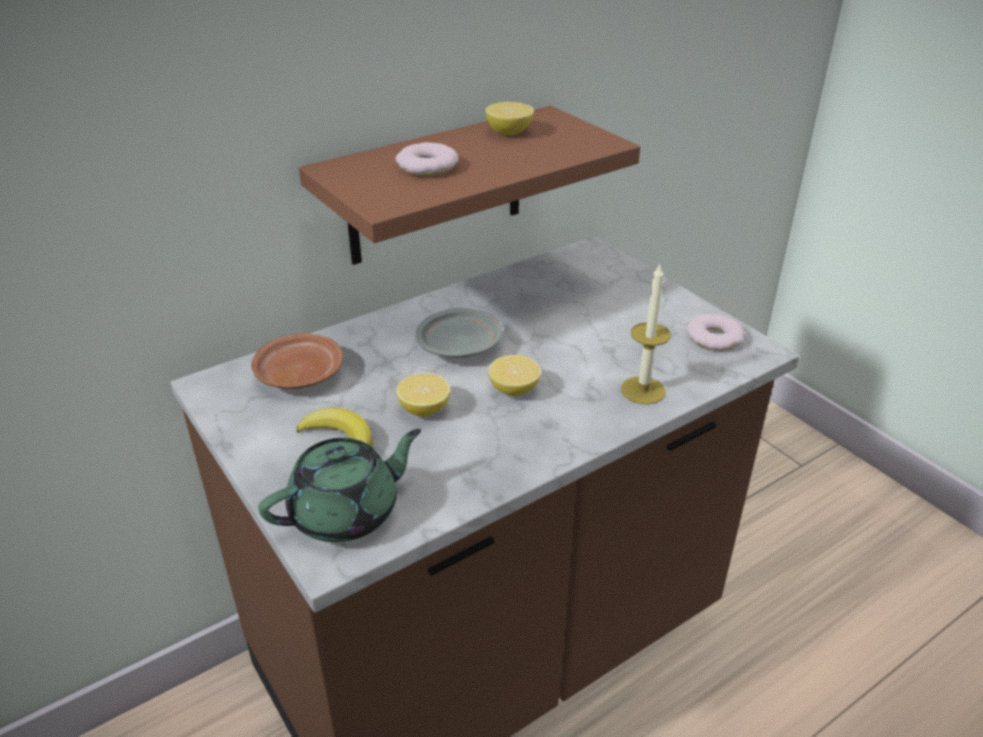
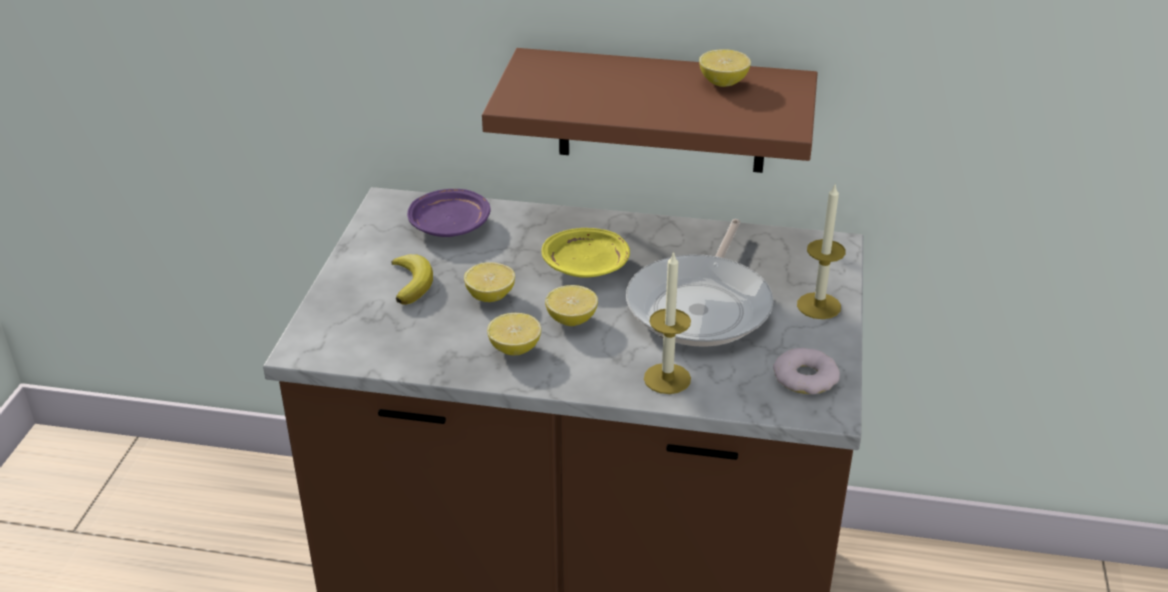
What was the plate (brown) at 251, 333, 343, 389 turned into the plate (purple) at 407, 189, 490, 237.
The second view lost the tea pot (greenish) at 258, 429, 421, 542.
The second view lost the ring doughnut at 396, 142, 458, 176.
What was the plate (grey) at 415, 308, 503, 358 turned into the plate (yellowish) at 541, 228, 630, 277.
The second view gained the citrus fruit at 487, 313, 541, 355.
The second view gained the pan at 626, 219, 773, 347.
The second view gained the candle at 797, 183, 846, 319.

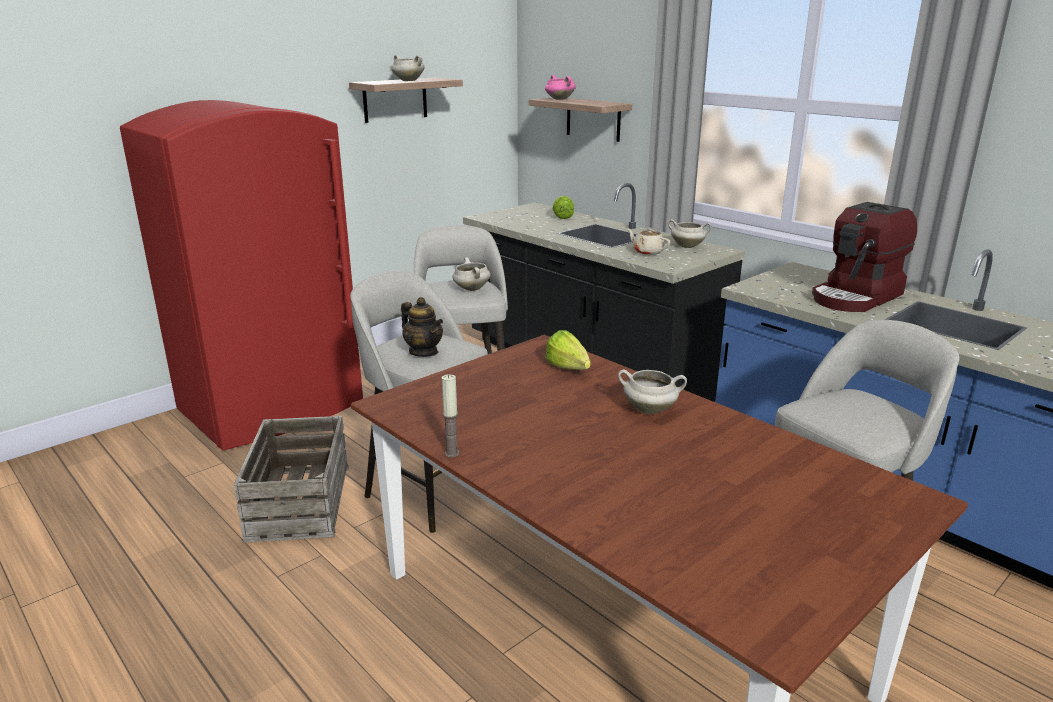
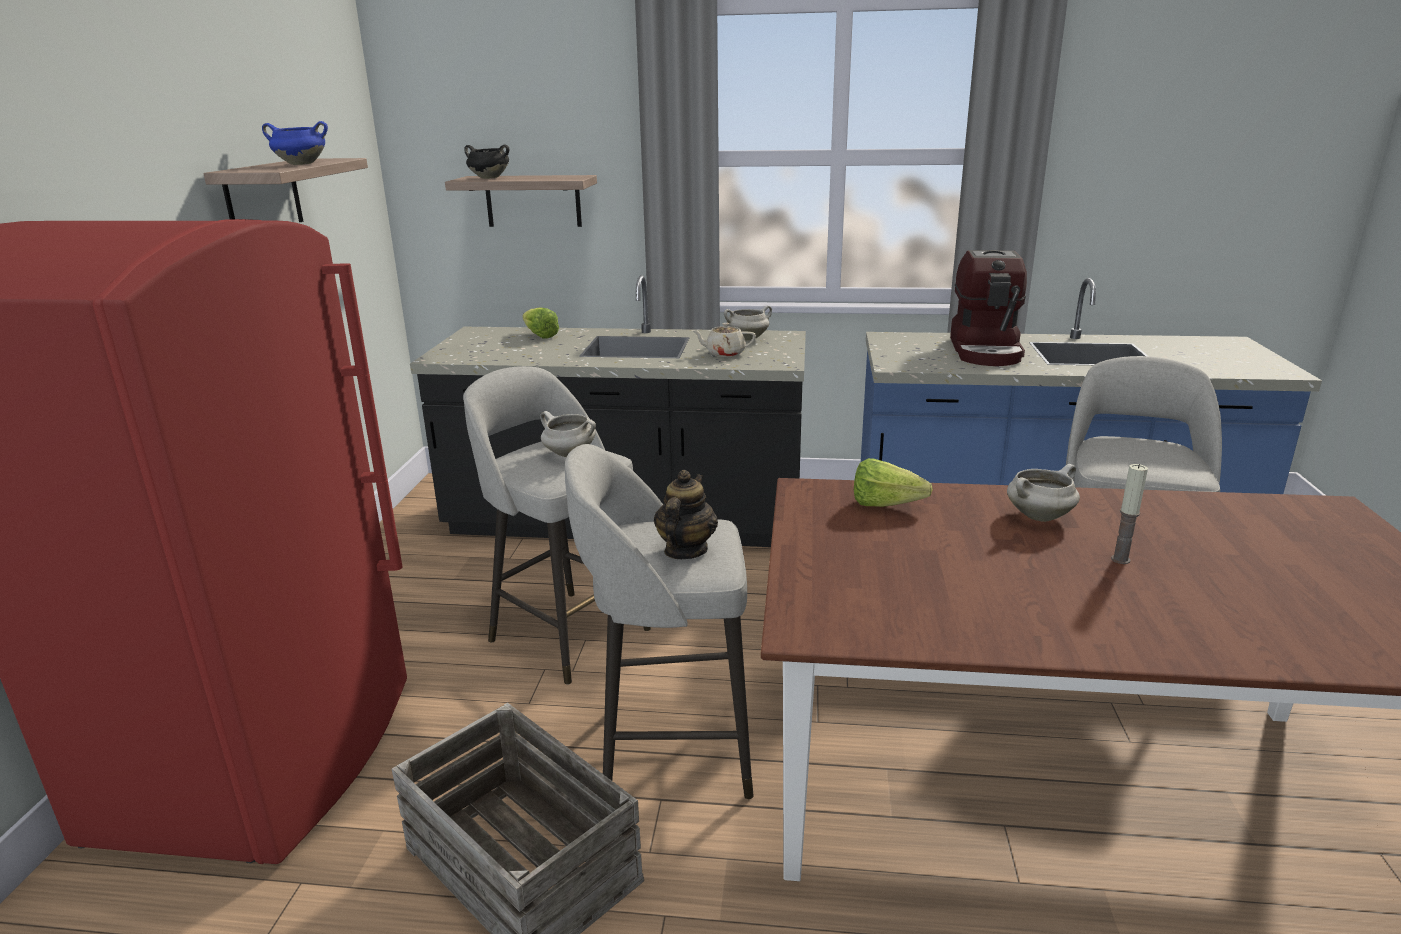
What was the cooking pot (white-coloured) at 391, 55, 424, 81 turned into the cooking pot (blue) at 262, 121, 328, 165.
The tea pot at 401, 297, 443, 357 ended up facing another way, 75 degrees counterclockwise from before.
The candle ended up elsewhere, having gone from 442, 374, 459, 457 to 1111, 464, 1148, 564.
What was the cooking pot (pink-coloured) at 545, 75, 576, 100 turned into the cooking pot (black) at 464, 145, 510, 179.

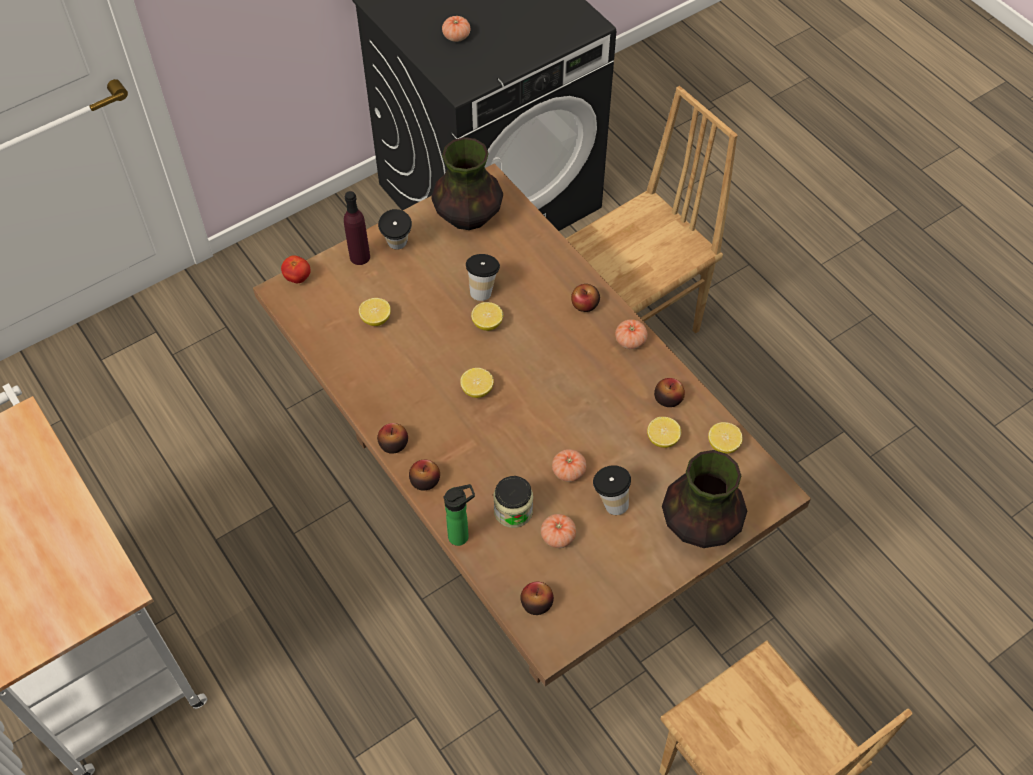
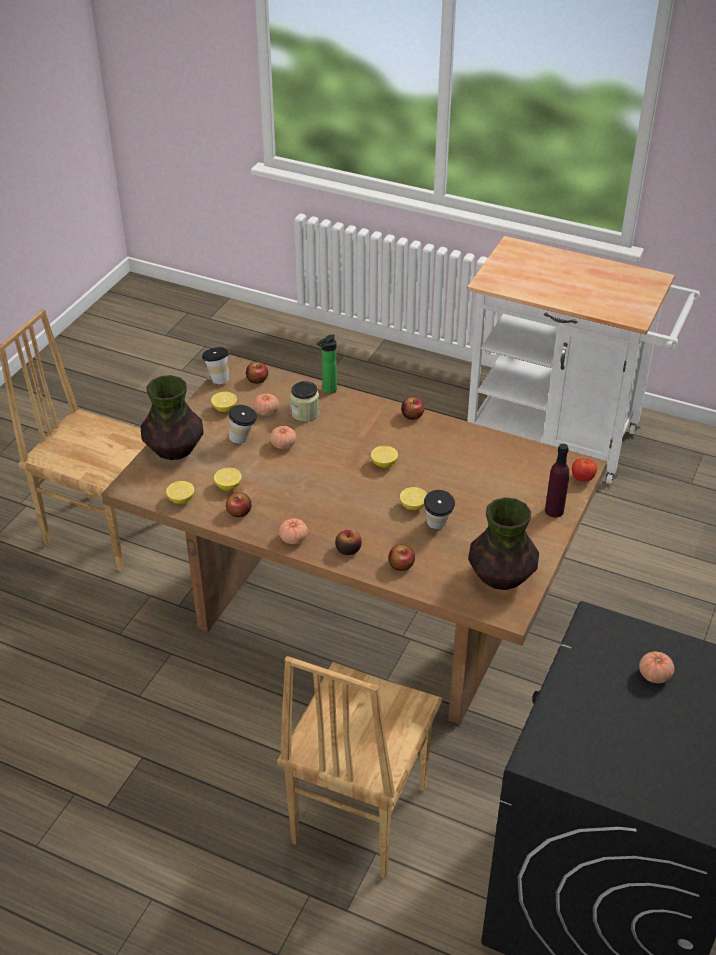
The citrus fruit ended up elsewhere, having gone from 359, 298, 391, 326 to 211, 392, 237, 412.
The small cup ended up elsewhere, having gone from 378, 209, 412, 250 to 202, 347, 229, 384.
The apple fruit ended up elsewhere, having gone from 409, 460, 440, 491 to 388, 545, 415, 571.

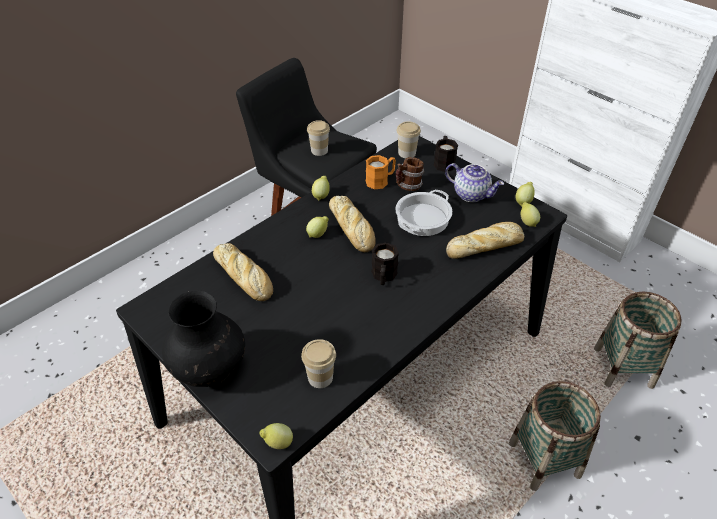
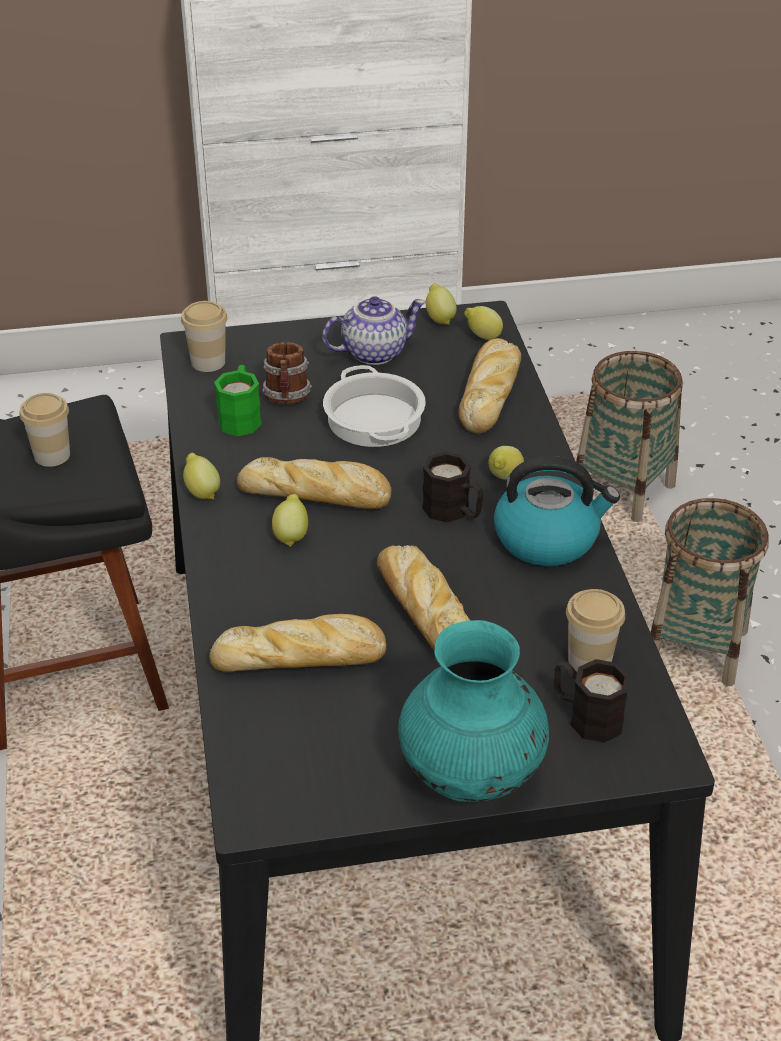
What was the flower vase (black) at 162, 290, 245, 387 turned into the flower vase (blue-green) at 398, 620, 549, 802.
The citrus fruit ended up elsewhere, having gone from 259, 423, 293, 449 to 488, 446, 524, 480.
What was the tea mug (orangey) at 366, 155, 396, 189 turned into the tea mug (greenish) at 214, 365, 262, 436.
The tea mug (black) ended up elsewhere, having gone from 434, 136, 458, 172 to 554, 659, 630, 743.
The second view gained the bread at 377, 545, 470, 651.
The second view gained the kettle at 494, 456, 620, 566.

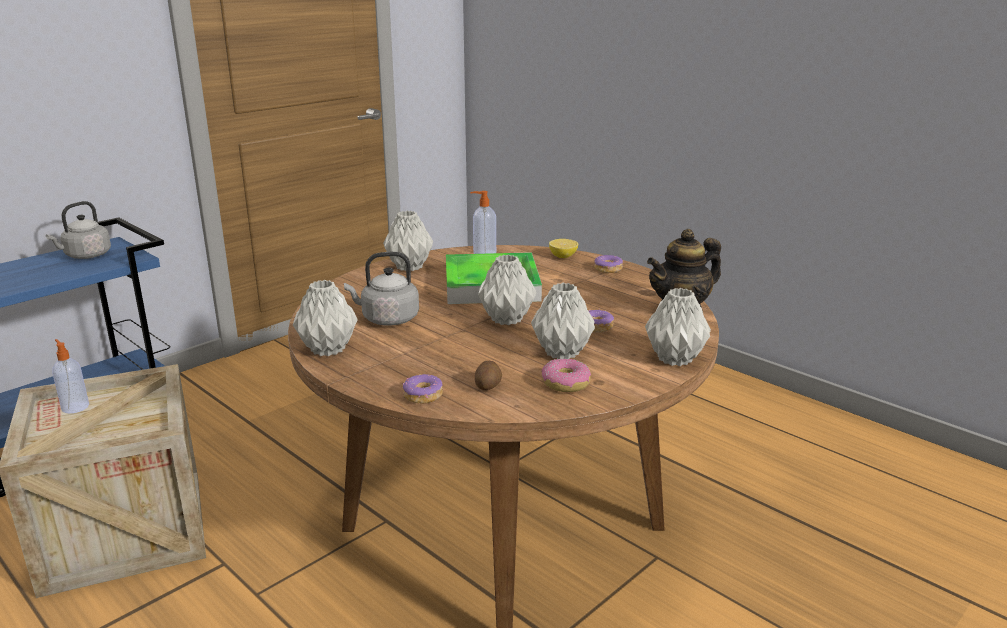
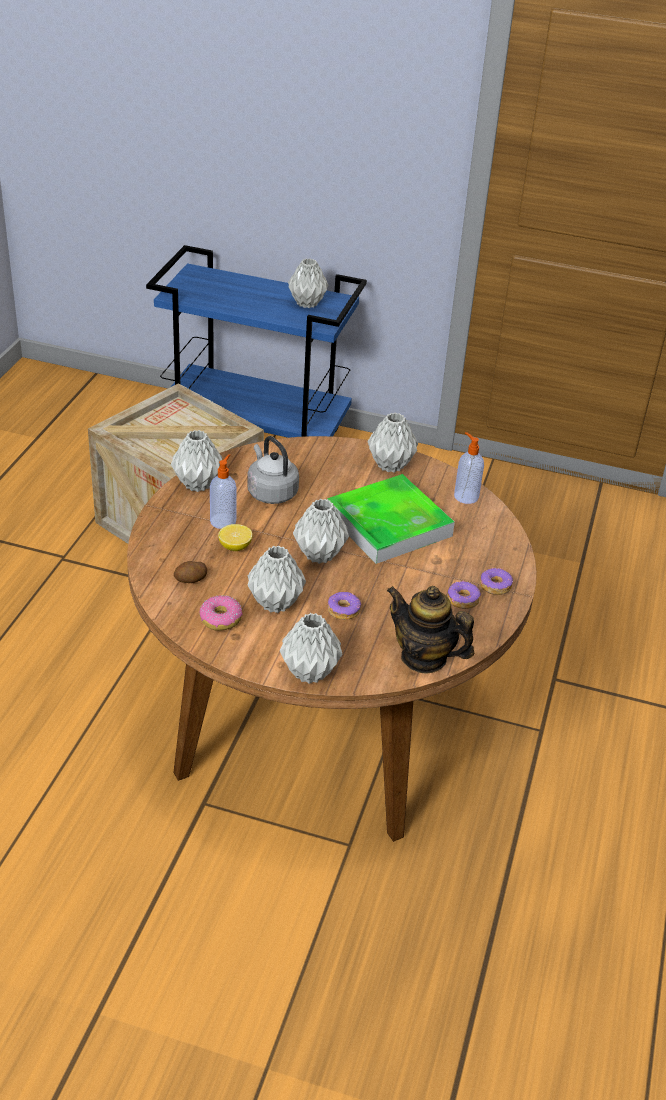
Where the kettle (grey) stood at 46, 201, 111, 259, the flower vase (grey) came to stand at 288, 258, 329, 308.
The soap bottle ended up elsewhere, having gone from 52, 339, 89, 413 to 210, 454, 237, 529.
The ring doughnut ended up elsewhere, having gone from 403, 374, 443, 403 to 447, 581, 481, 609.
The citrus fruit ended up elsewhere, having gone from 549, 239, 578, 258 to 218, 524, 253, 551.

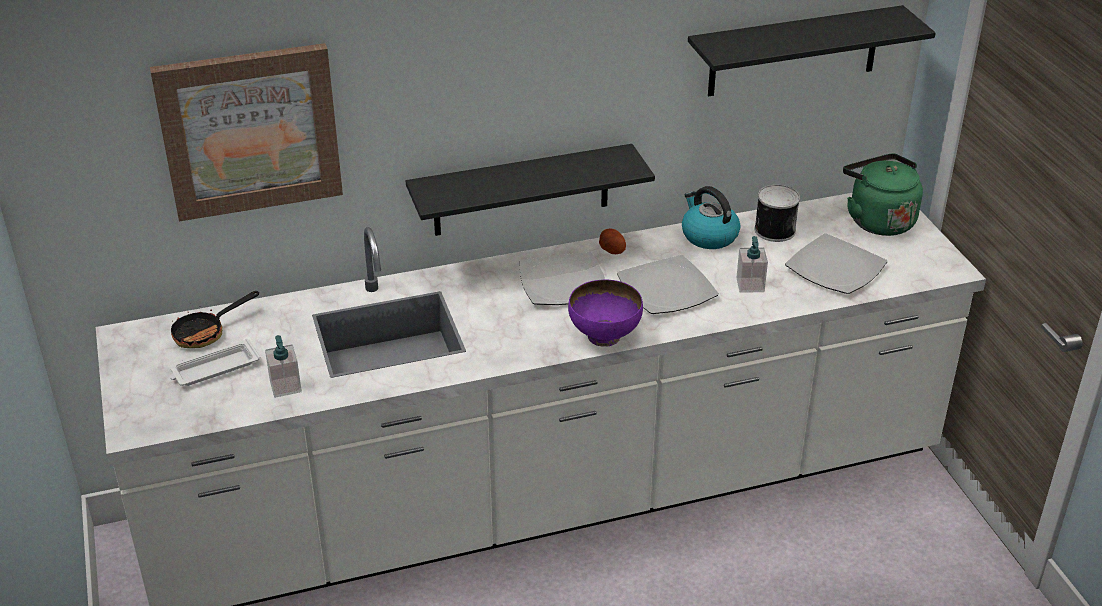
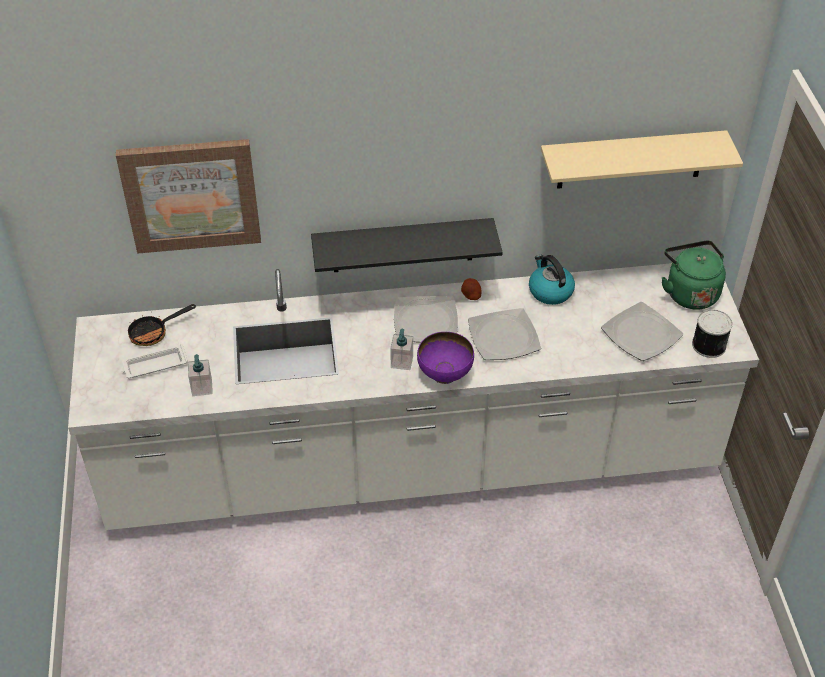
What was the wall shelf (black) at 688, 5, 936, 96 turned into the wall shelf (beige-coloured) at 541, 130, 743, 189.
The soap bottle ended up elsewhere, having gone from 736, 236, 768, 293 to 390, 329, 413, 370.
The sealed can ended up elsewhere, having gone from 754, 185, 800, 242 to 692, 310, 733, 358.

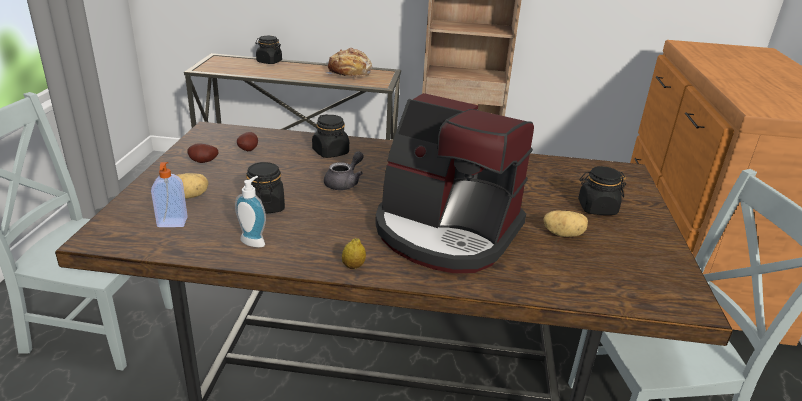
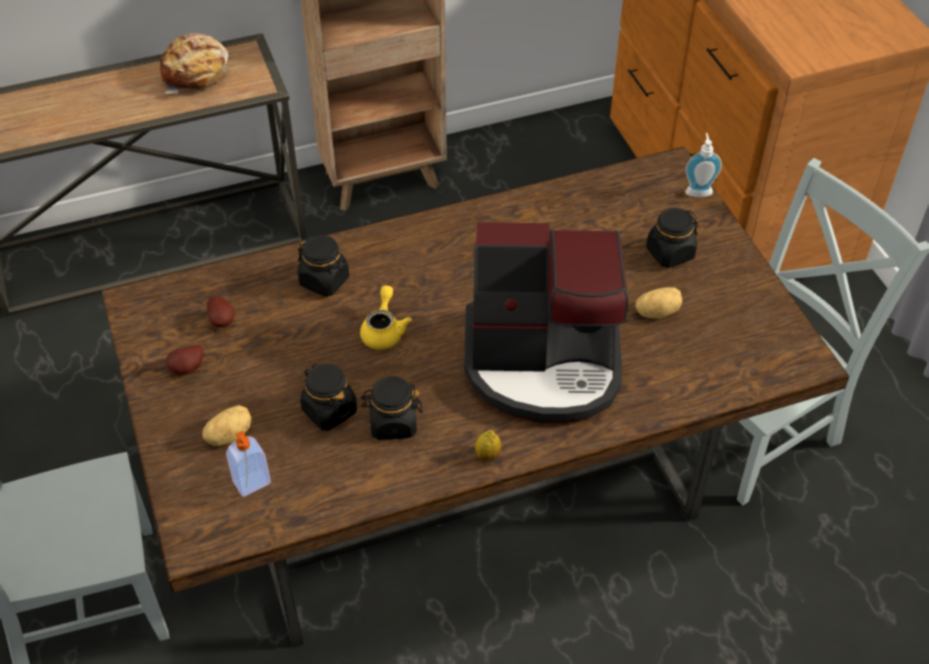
The soap bottle ended up elsewhere, having gone from 235, 176, 266, 247 to 685, 133, 722, 197.
The jar (black) ended up elsewhere, having gone from 255, 36, 282, 64 to 361, 376, 422, 440.
What was the tea pot (grey) at 324, 151, 364, 190 turned into the tea pot (yellowish) at 360, 285, 412, 350.

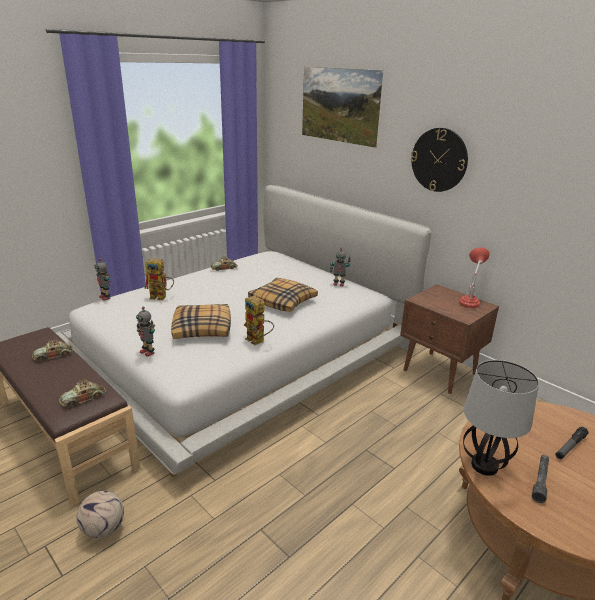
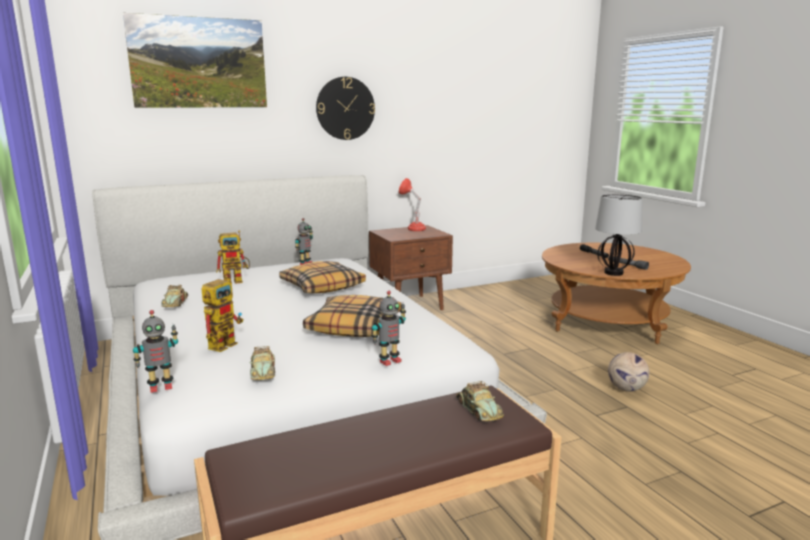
The model car ended up elsewhere, having gone from 32, 339, 74, 361 to 249, 346, 275, 380.
The ball for football ended up elsewhere, having gone from 77, 491, 124, 538 to 608, 352, 649, 392.
The model robot ended up elsewhere, having gone from 244, 295, 274, 345 to 216, 231, 250, 284.

